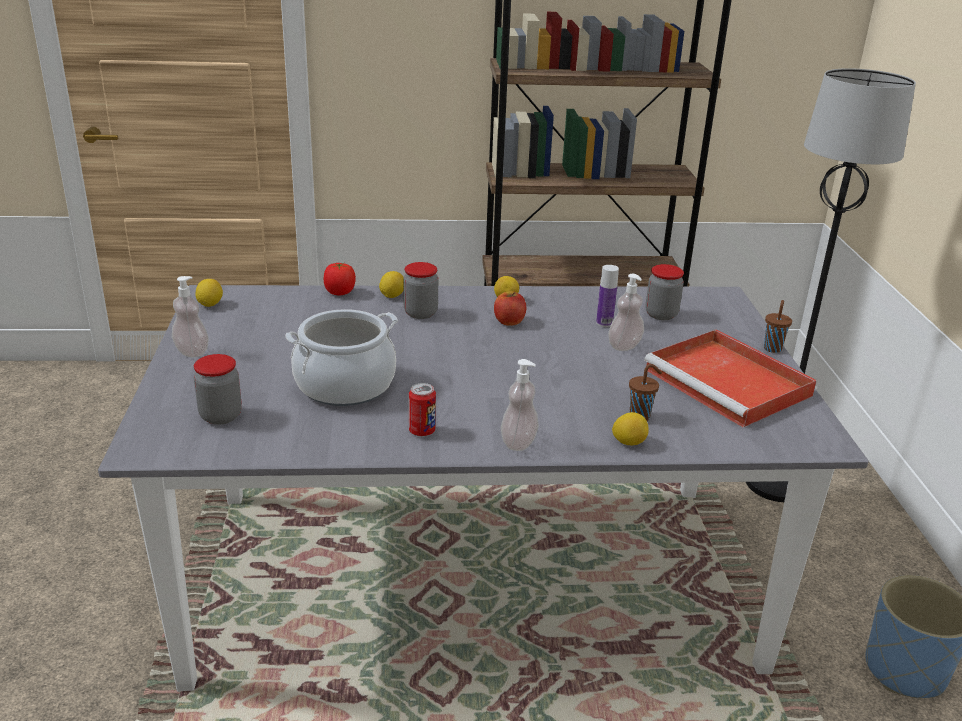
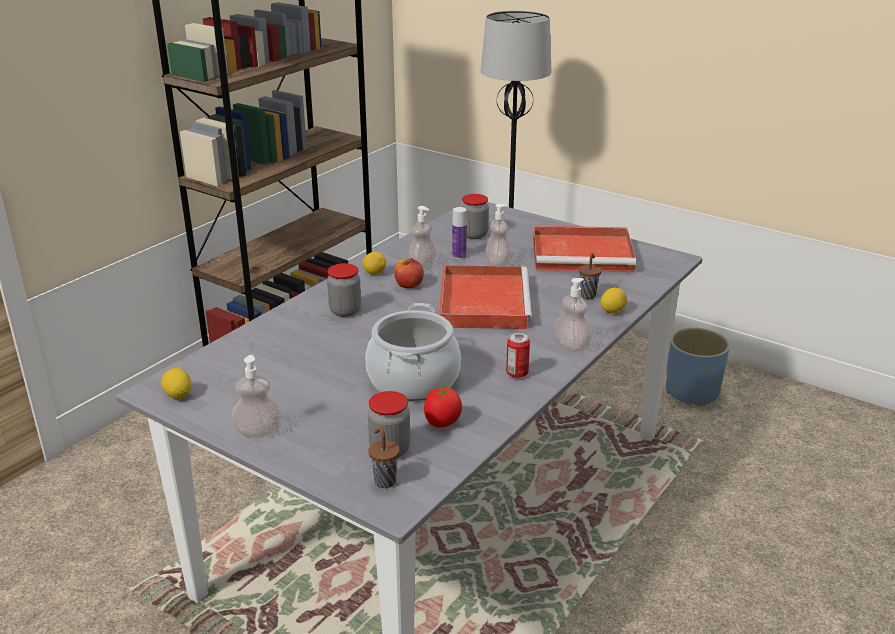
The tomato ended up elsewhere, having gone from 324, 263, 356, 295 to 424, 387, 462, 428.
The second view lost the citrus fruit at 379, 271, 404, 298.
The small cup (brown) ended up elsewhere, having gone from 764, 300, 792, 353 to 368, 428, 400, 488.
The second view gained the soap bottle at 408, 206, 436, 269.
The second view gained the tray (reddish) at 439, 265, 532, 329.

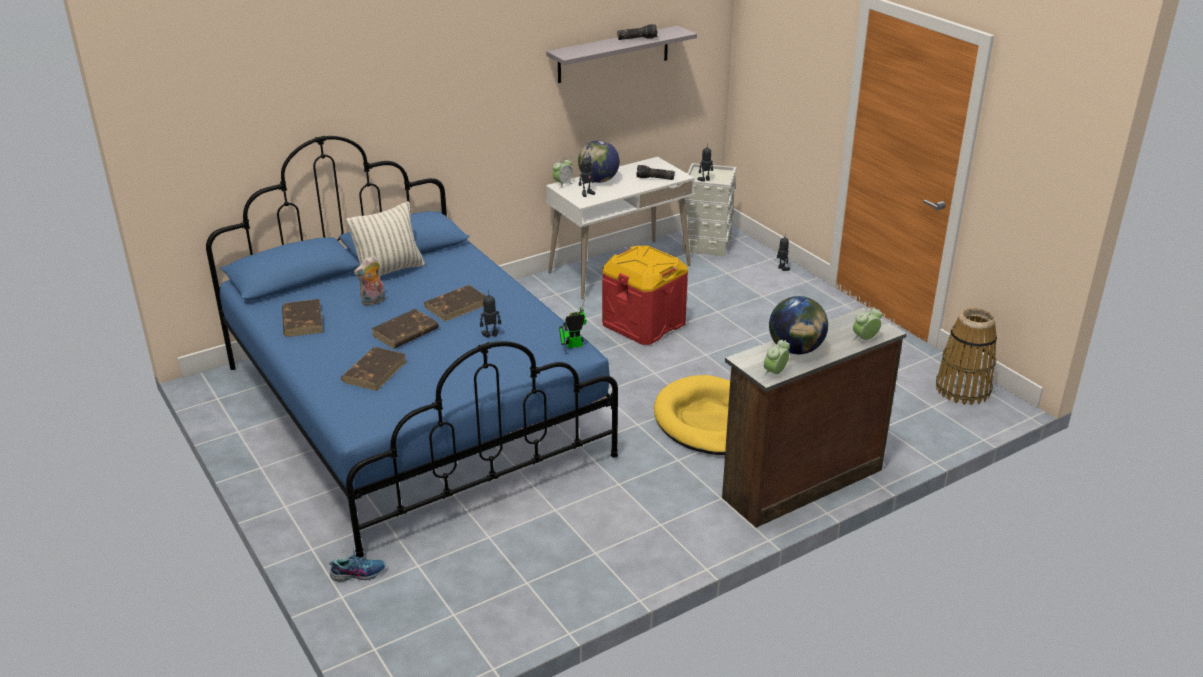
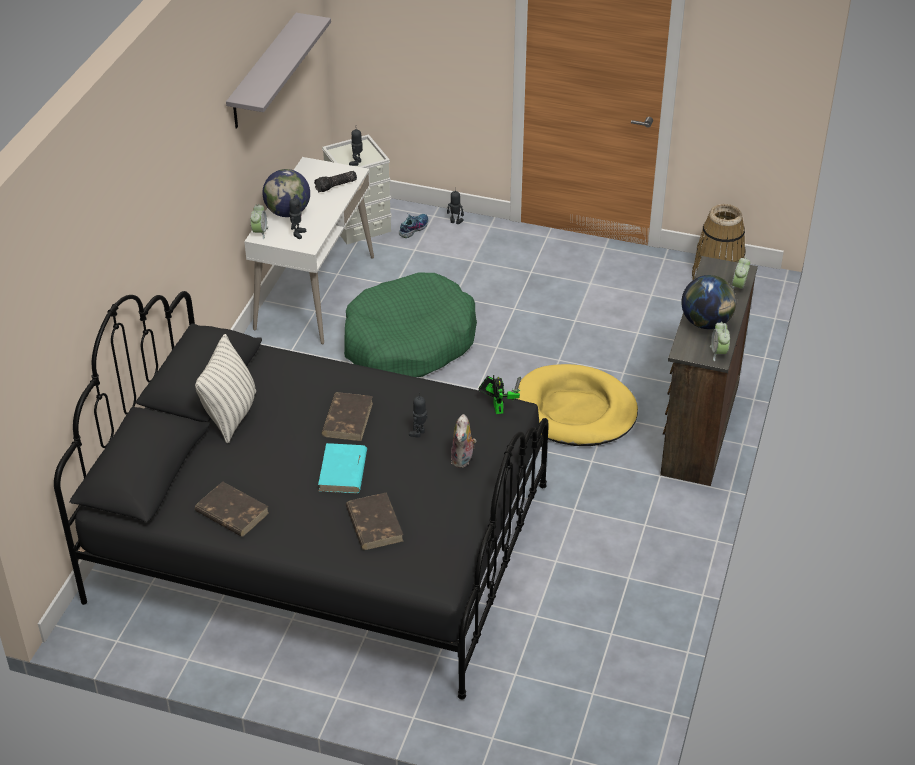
What was the bed (blue) at 206, 135, 618, 558 turned into the bed (black) at 54, 291, 548, 699.
The shoe ended up elsewhere, having gone from 329, 550, 386, 582 to 399, 213, 428, 238.
The plush toy ended up elsewhere, having gone from 354, 256, 385, 306 to 451, 414, 476, 468.
What was the volume (brown) at 371, 309, 439, 349 turned into the volume (blue-green) at 318, 443, 367, 493.
The model robot at 559, 289, 587, 348 ended up facing another way, 135 degrees clockwise from before.
Where the storage bin (reddish) stood at 602, 245, 688, 345, the pet bed (greenish) came to stand at 344, 273, 477, 377.
The second view lost the torch at 617, 24, 658, 40.

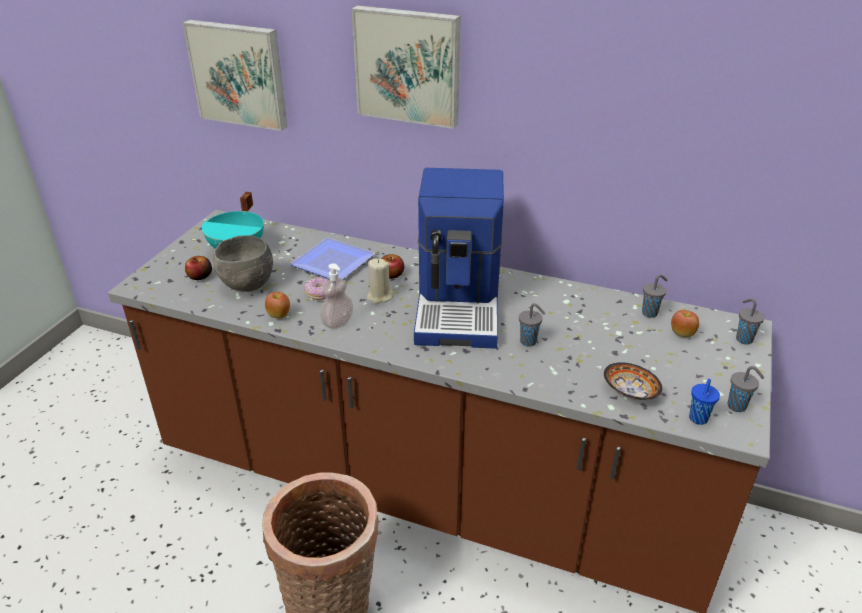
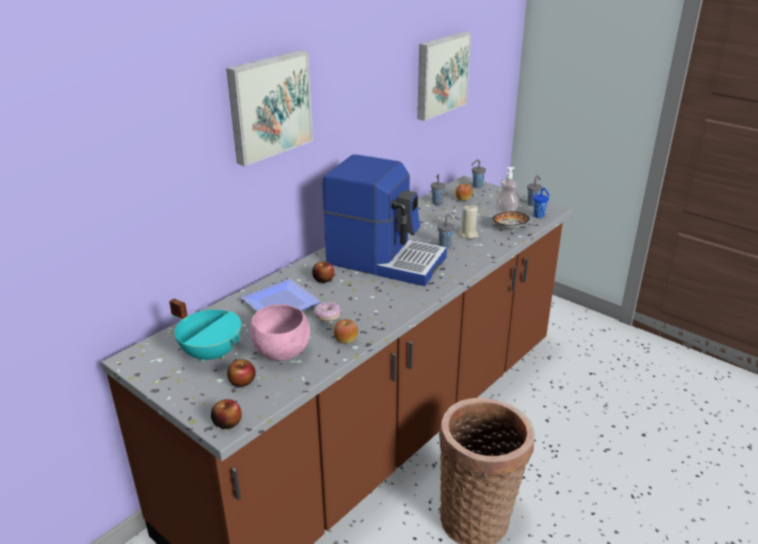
The wall picture ended up elsewhere, having gone from 183, 20, 287, 131 to 417, 32, 471, 121.
What was the deep dish (grey) at 213, 235, 273, 292 turned into the deep dish (pink-coloured) at 250, 304, 310, 361.
The soap bottle ended up elsewhere, having gone from 320, 263, 353, 329 to 496, 167, 518, 212.
The candle (beige-coloured) ended up elsewhere, having gone from 367, 259, 394, 304 to 459, 204, 479, 239.
The second view gained the apple fruit at 211, 399, 242, 429.

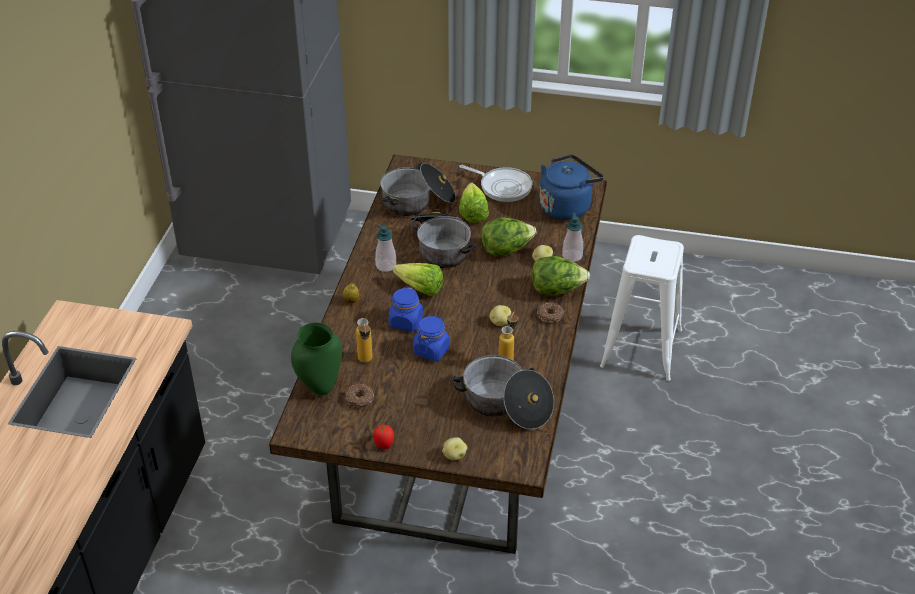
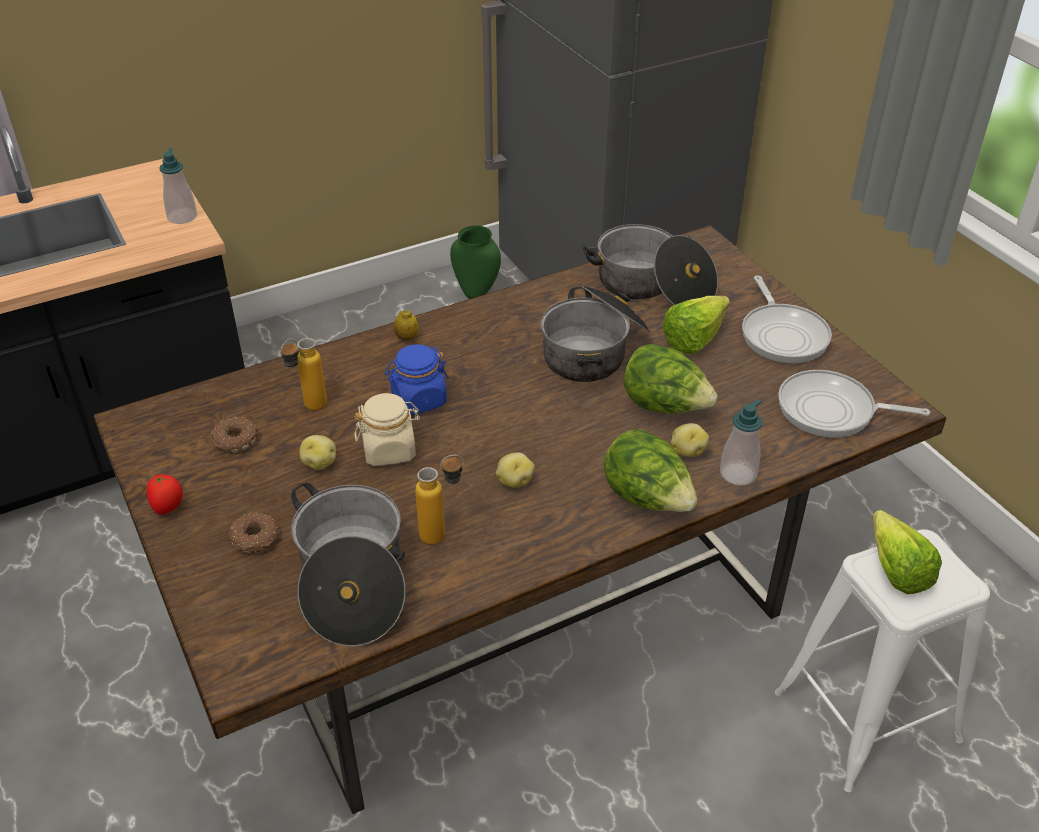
The flower vase (greenish) ended up elsewhere, having gone from 291, 322, 342, 396 to 450, 225, 501, 299.
The soap bottle ended up elsewhere, having gone from 375, 224, 396, 272 to 159, 148, 197, 224.
The head of lettuce ended up elsewhere, having gone from 392, 263, 443, 296 to 872, 510, 942, 594.
What was the jar (blue) at 413, 316, 450, 361 turned into the jar (beige-coloured) at 354, 393, 420, 466.
The whole potato ended up elsewhere, having gone from 442, 437, 467, 460 to 299, 435, 336, 470.
The ring doughnut ended up elsewhere, having gone from 537, 302, 565, 323 to 228, 512, 280, 554.
Where the kettle (blue) stood at 539, 154, 604, 220, the pan came to stand at 778, 370, 930, 438.

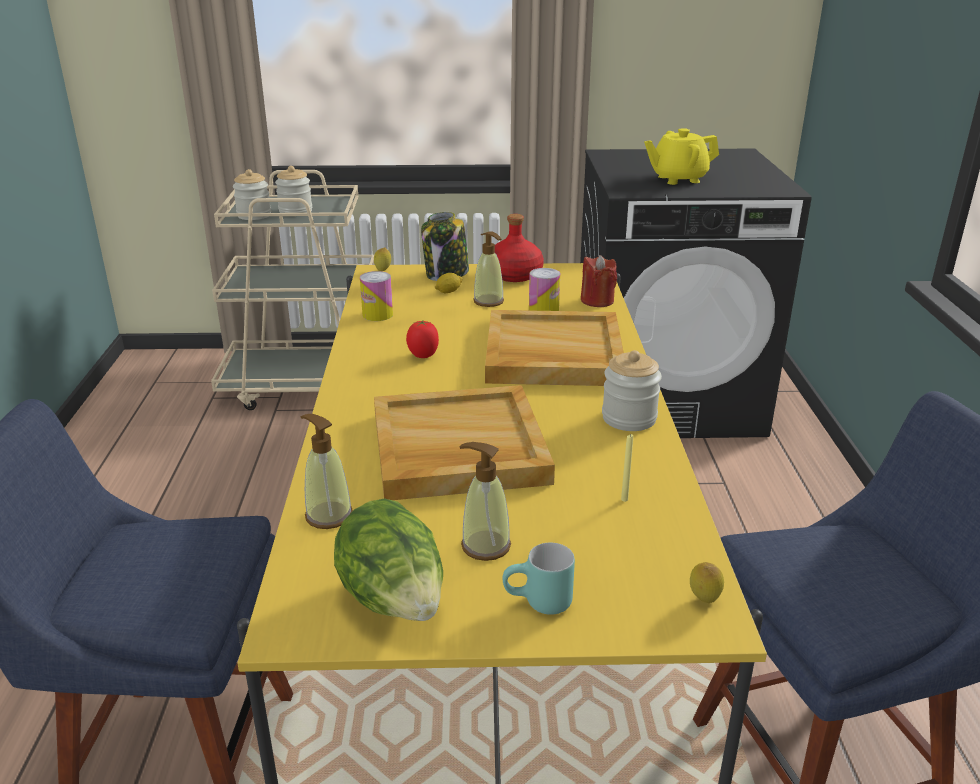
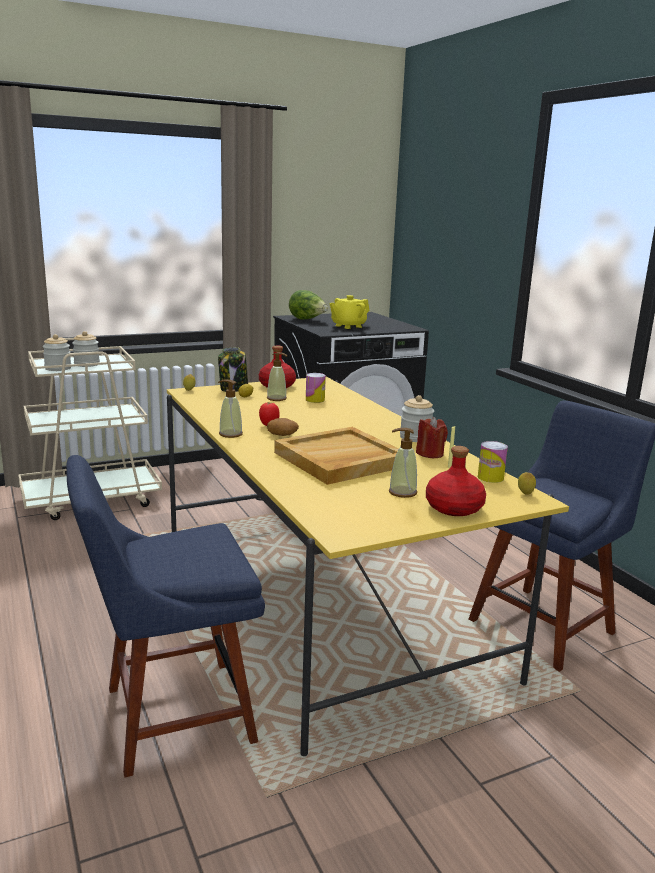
The soap bottle ended up elsewhere, having gone from 300, 414, 353, 529 to 218, 380, 243, 438.
The head of lettuce ended up elsewhere, having gone from 334, 498, 443, 621 to 289, 290, 328, 319.
The sealed can ended up elsewhere, having gone from 360, 271, 393, 321 to 478, 441, 508, 483.
The second view lost the tray (beige-coloured) at 485, 310, 624, 386.
Where the tea mug (blue-green) stood at 503, 543, 575, 615, the bottle (reddish) came to stand at 426, 446, 486, 516.
The candle (reddish) ended up elsewhere, having gone from 581, 255, 617, 307 to 416, 417, 448, 458.
The second view gained the whole potato at 267, 418, 299, 436.

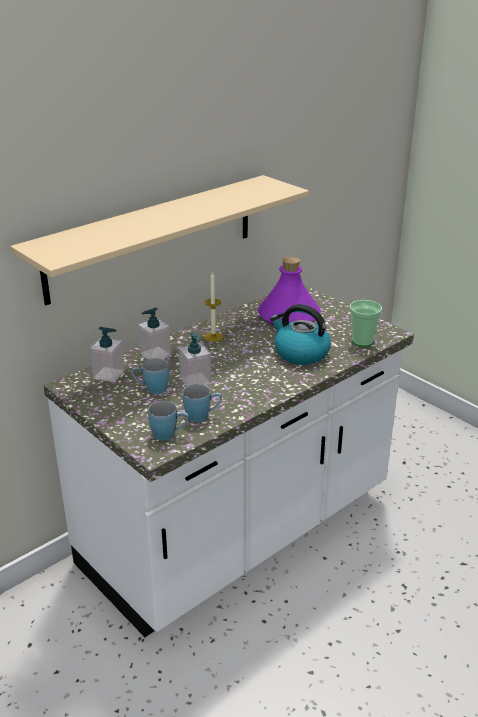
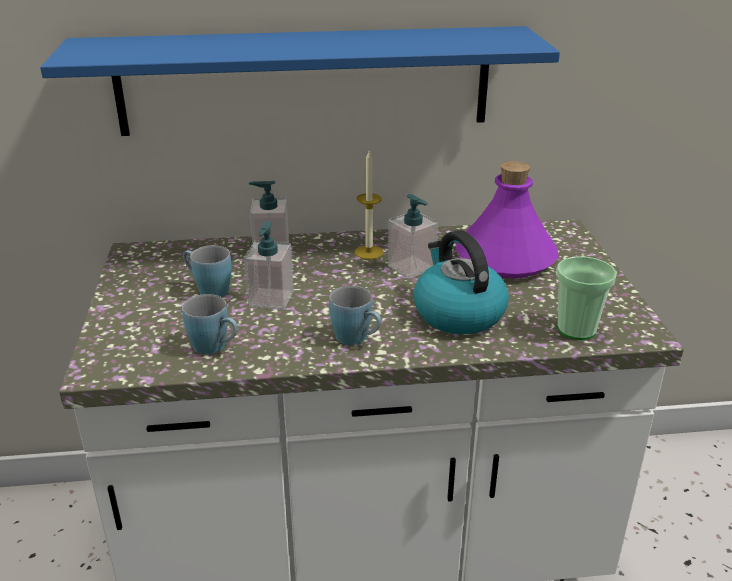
What was the wall shelf (beige-coloured) at 10, 175, 309, 305 turned into the wall shelf (blue) at 40, 26, 560, 136.
The soap bottle ended up elsewhere, having gone from 90, 327, 125, 382 to 388, 194, 438, 279.
The tea mug (blue) ended up elsewhere, having gone from 148, 401, 189, 441 to 329, 286, 381, 345.

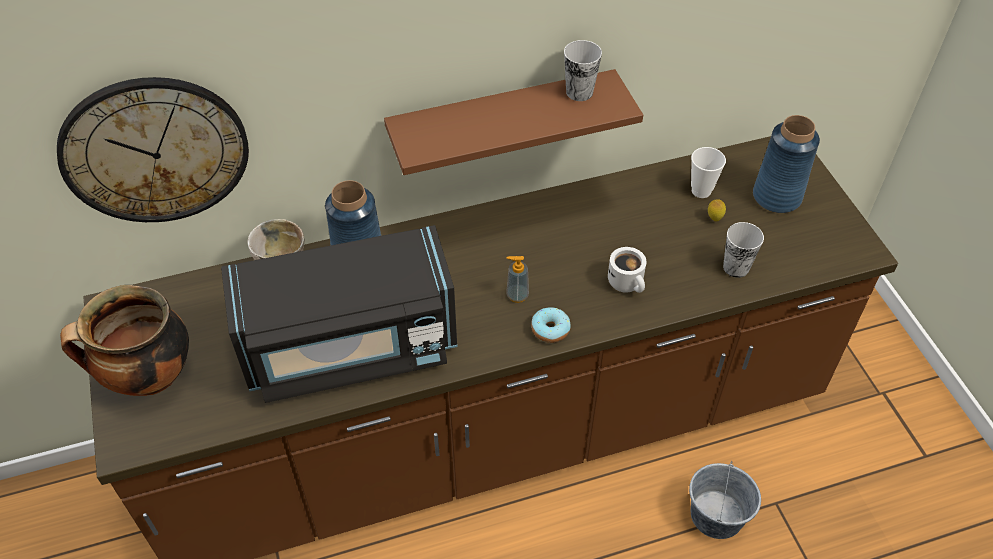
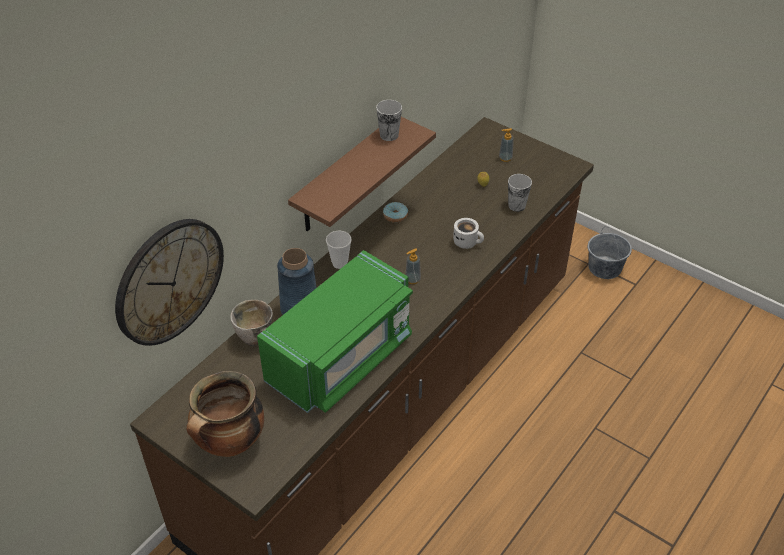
What was the kitchen microwave (black) at 221, 225, 457, 403 turned into the kitchen microwave (greenish) at 257, 250, 413, 413.
The ring doughnut ended up elsewhere, having gone from 531, 307, 571, 343 to 383, 202, 408, 223.
The pail (grey) ended up elsewhere, having gone from 689, 461, 761, 539 to 588, 228, 632, 279.
The small cup ended up elsewhere, having gone from 691, 147, 726, 198 to 326, 231, 351, 269.
Where the flower vase (blue) stood at 753, 115, 820, 213, the soap bottle came to stand at 499, 128, 514, 162.

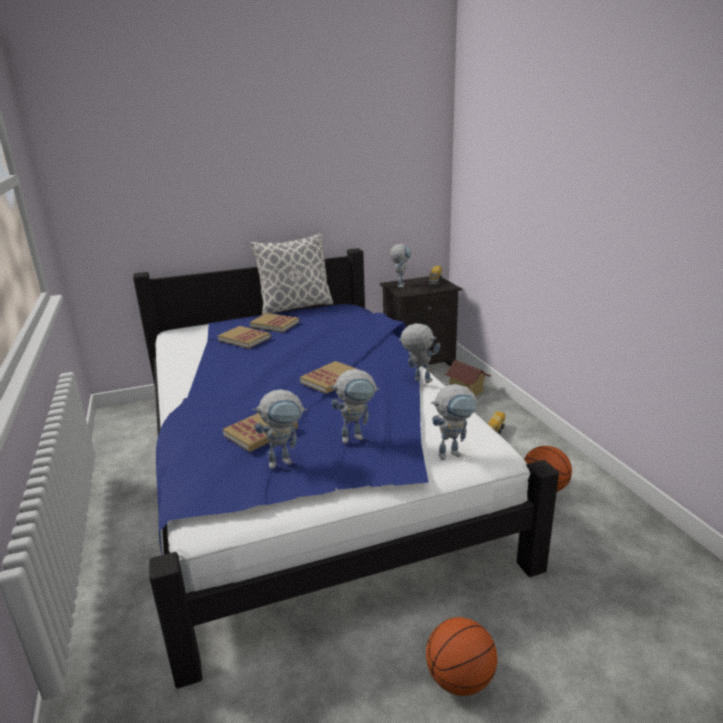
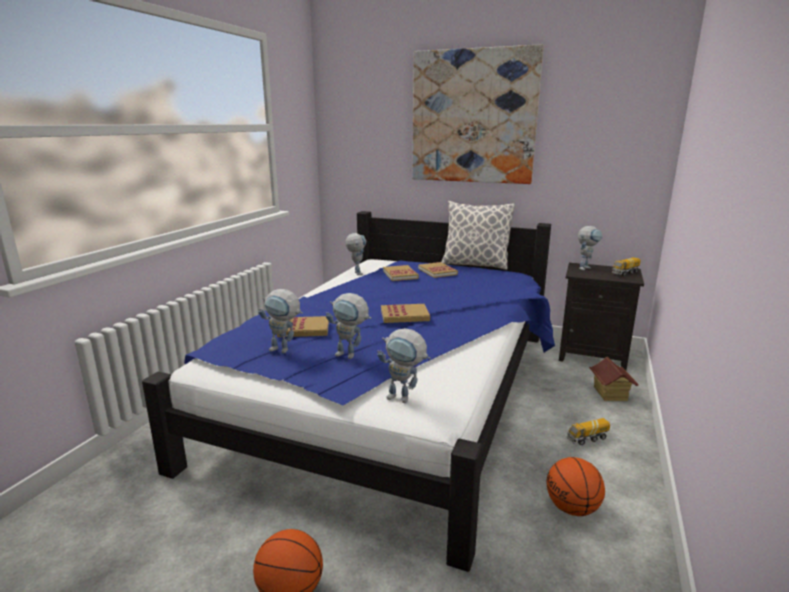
The model robot ended up elsewhere, having gone from 399, 323, 440, 383 to 346, 233, 366, 275.
The second view gained the wall picture at 412, 44, 544, 184.

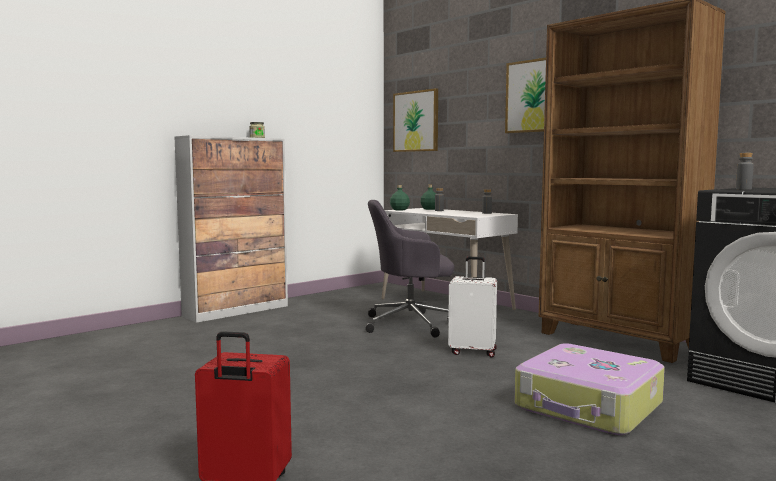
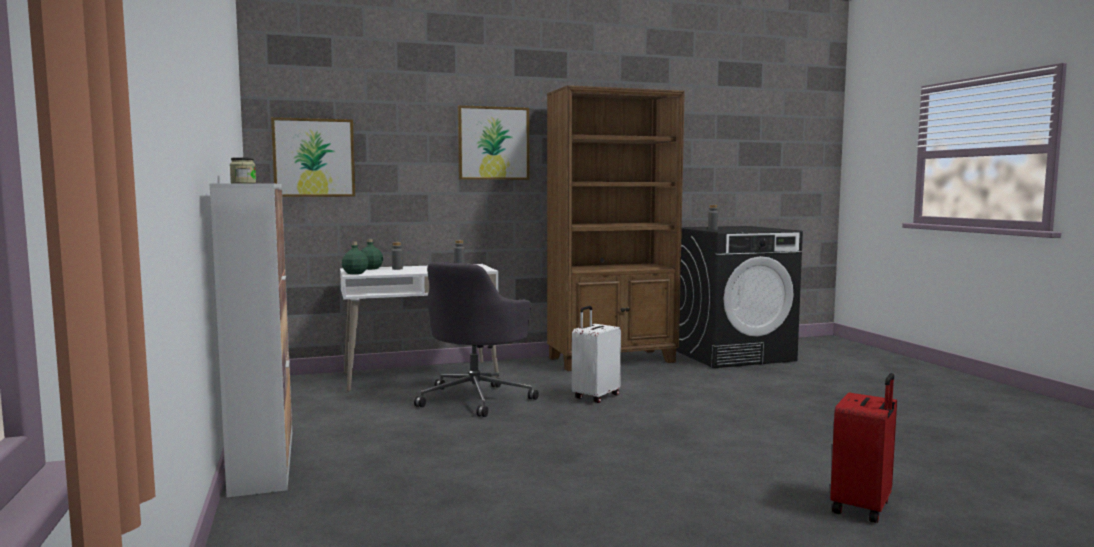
The second view lost the suitcase at 515, 343, 665, 436.

